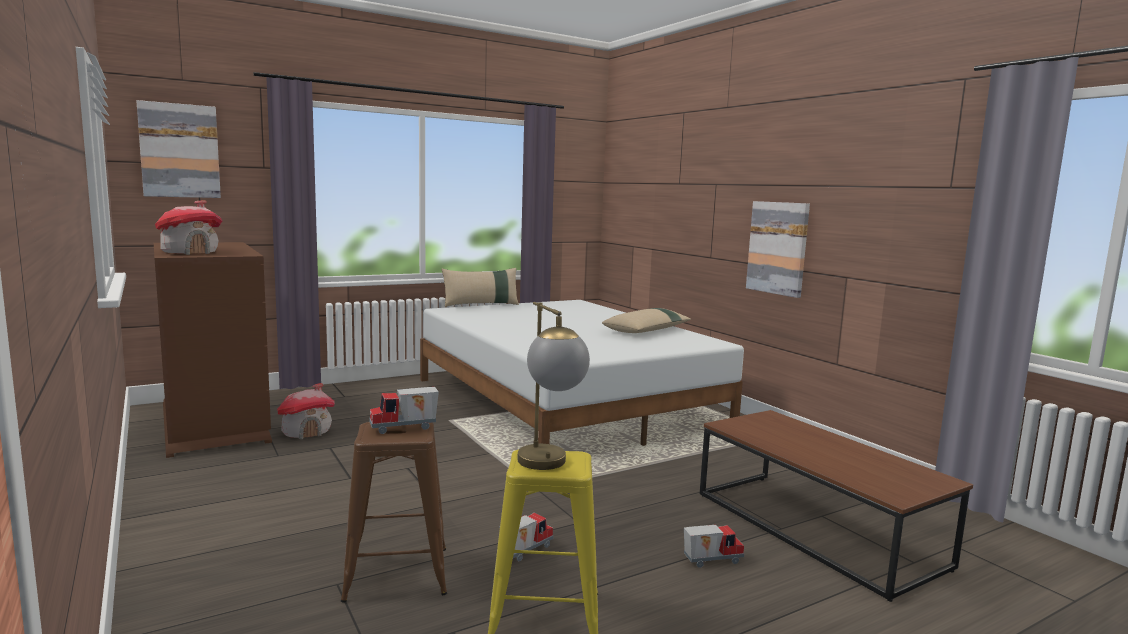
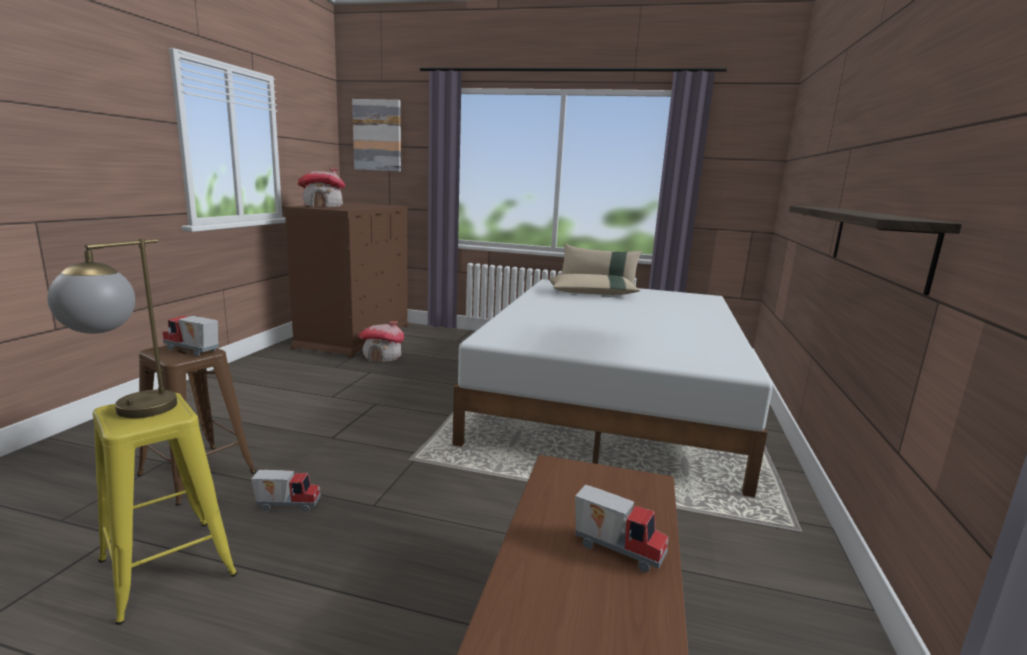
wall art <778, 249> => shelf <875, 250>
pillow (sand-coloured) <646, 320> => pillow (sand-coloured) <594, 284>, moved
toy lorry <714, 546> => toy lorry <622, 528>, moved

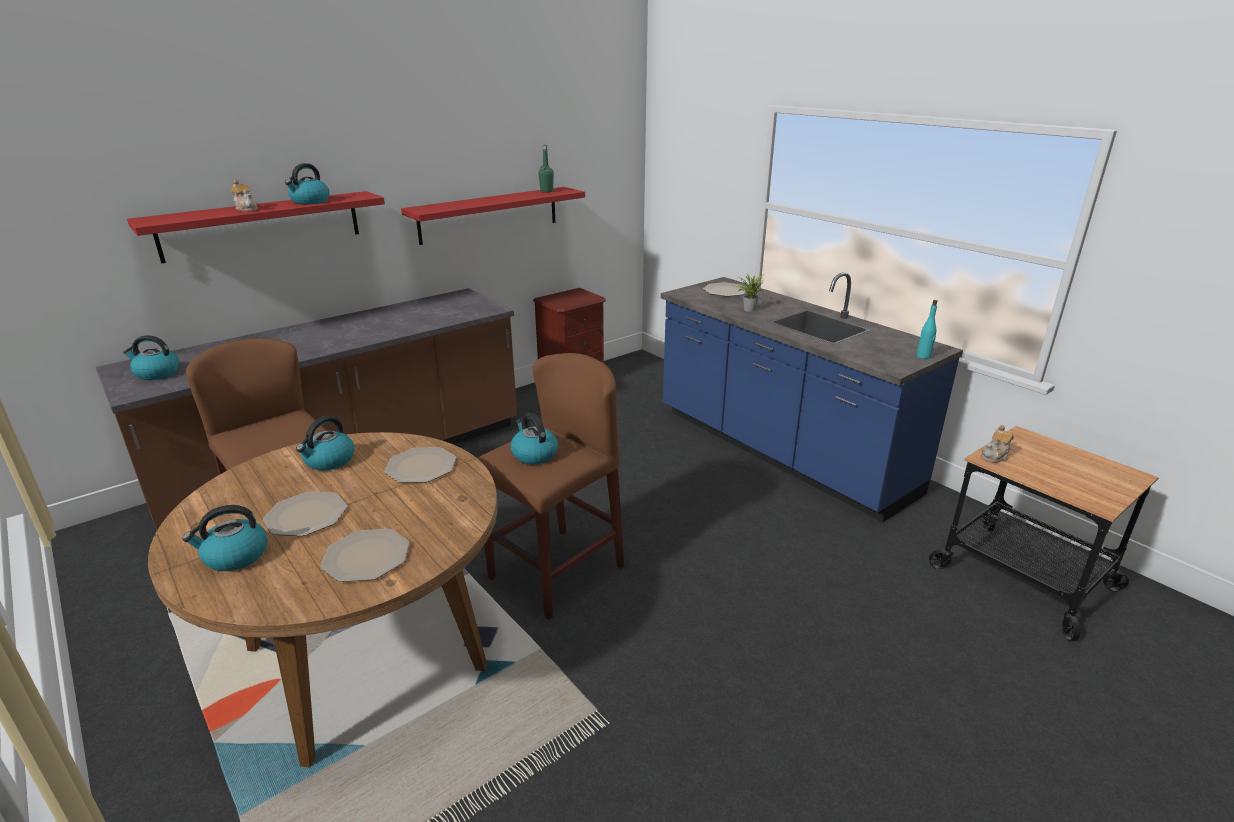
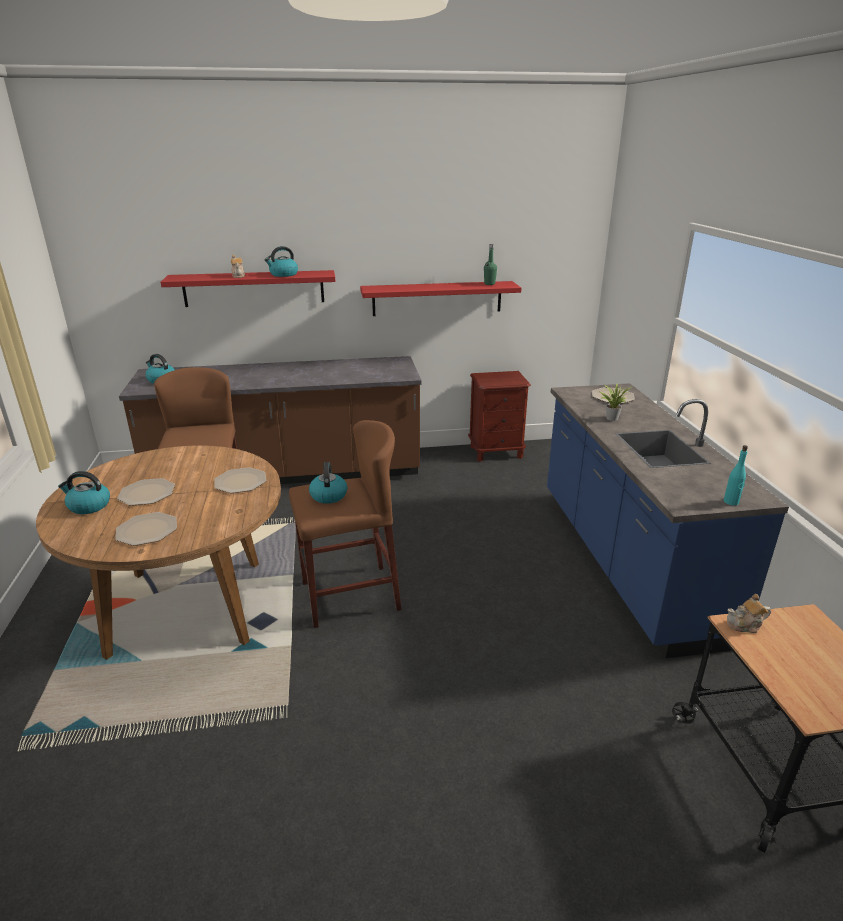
kettle <325, 443> => nothing

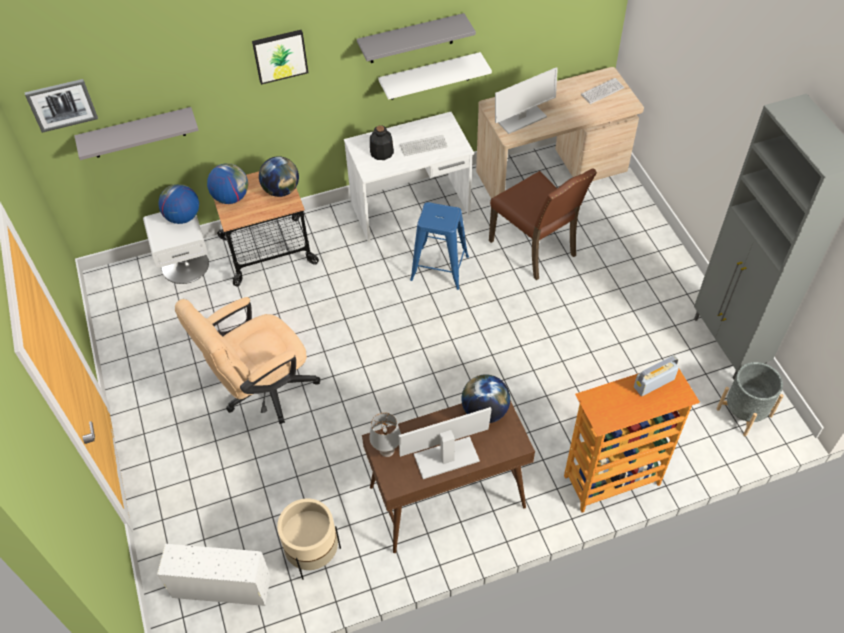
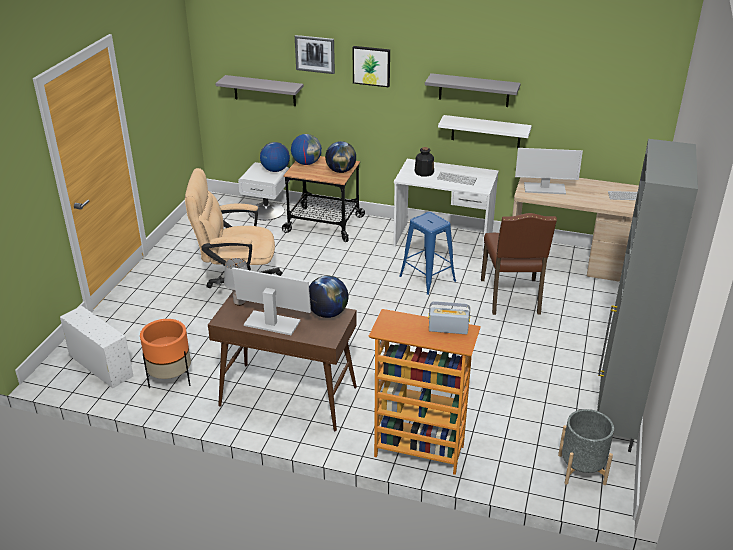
wall art <61, 106> => wall art <315, 54>, moved
planter (sand-coloured) <309, 538> => planter (orangey) <165, 353>

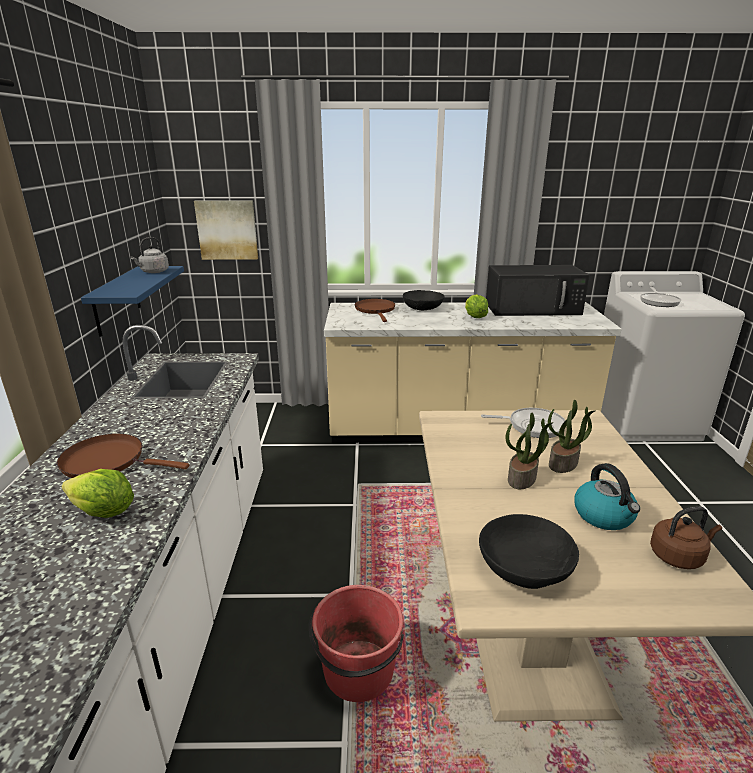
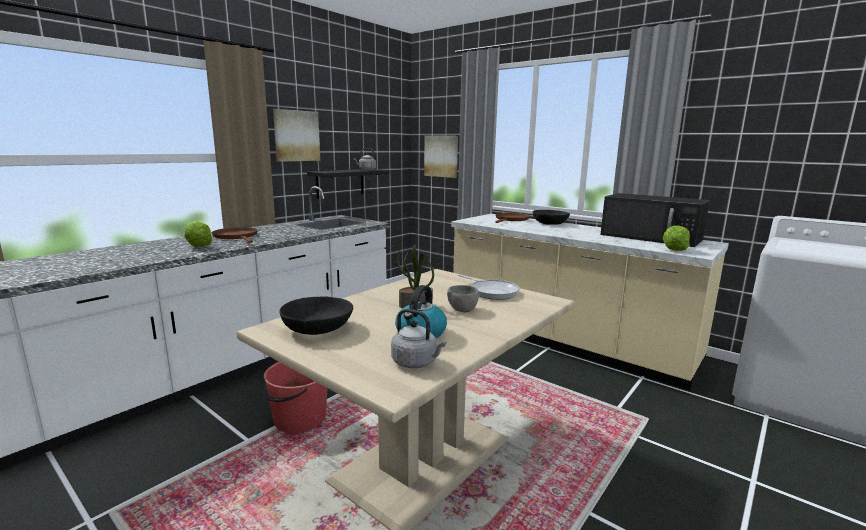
shelf (blue) <132, 301> => shelf (black) <348, 184>
skillet <660, 297> => nothing
lettuce <476, 306> => lettuce <676, 238>, moved
potted plant <571, 436> => serving bowl (grey) <463, 298>
kettle (brownish) <686, 537> => kettle (grey) <418, 338>
nothing => wall art <296, 135>

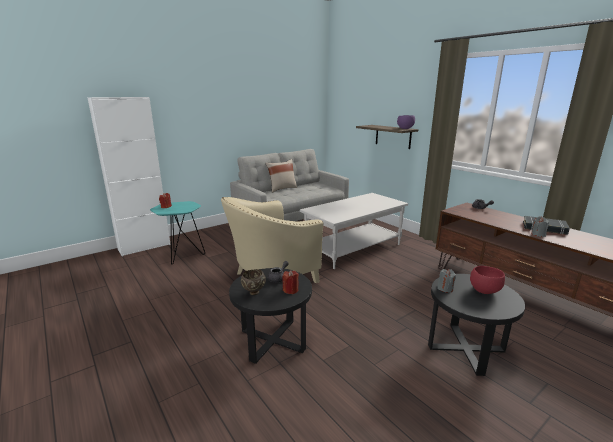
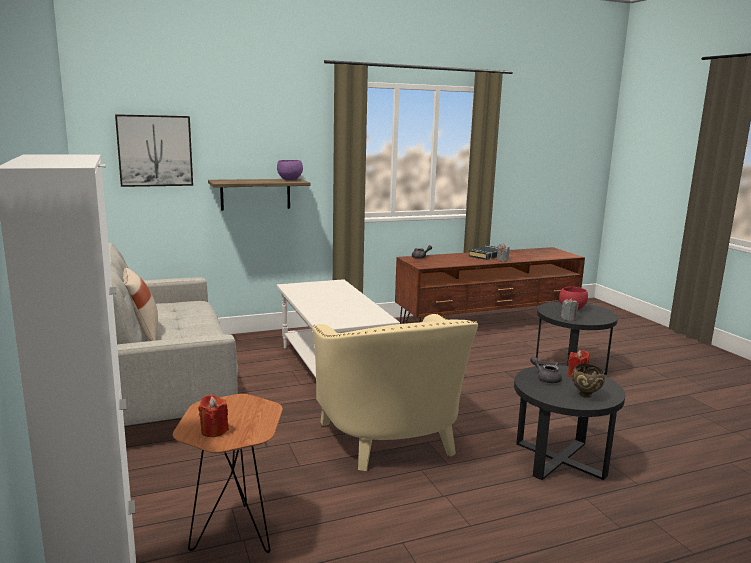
end table (blue-green) <177, 232> => end table (brownish) <228, 473>
nothing => wall art <154, 150>

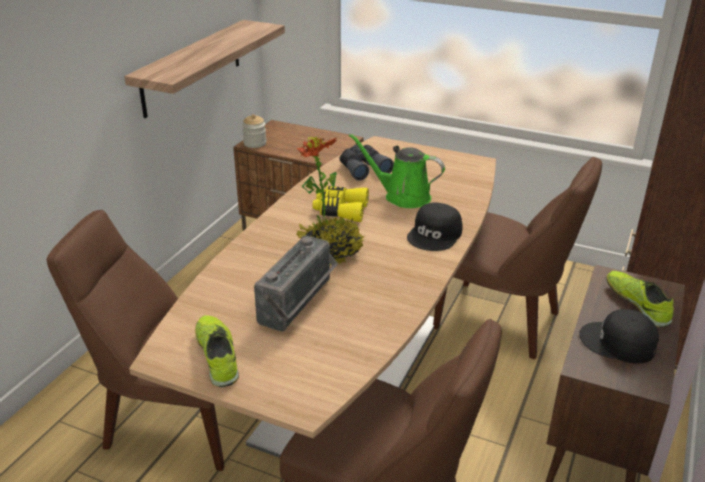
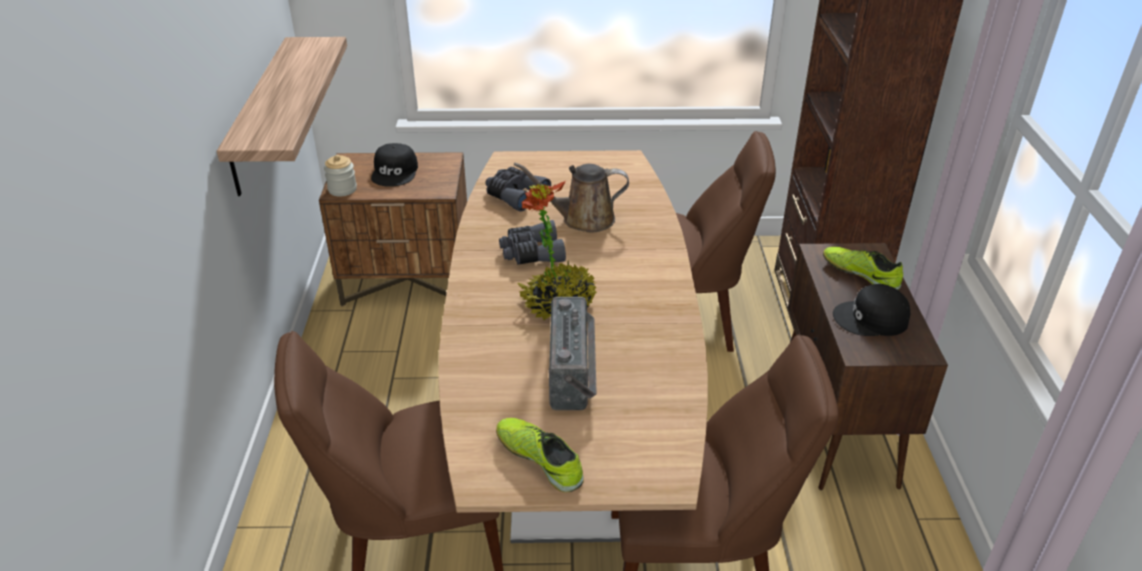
watering can (green-coloured) <396, 171> => watering can (brownish) <571, 197>
binoculars (yellow) <341, 204> => binoculars (grey) <532, 242>
peaked cap (black) <435, 226> => peaked cap (black) <394, 165>, moved

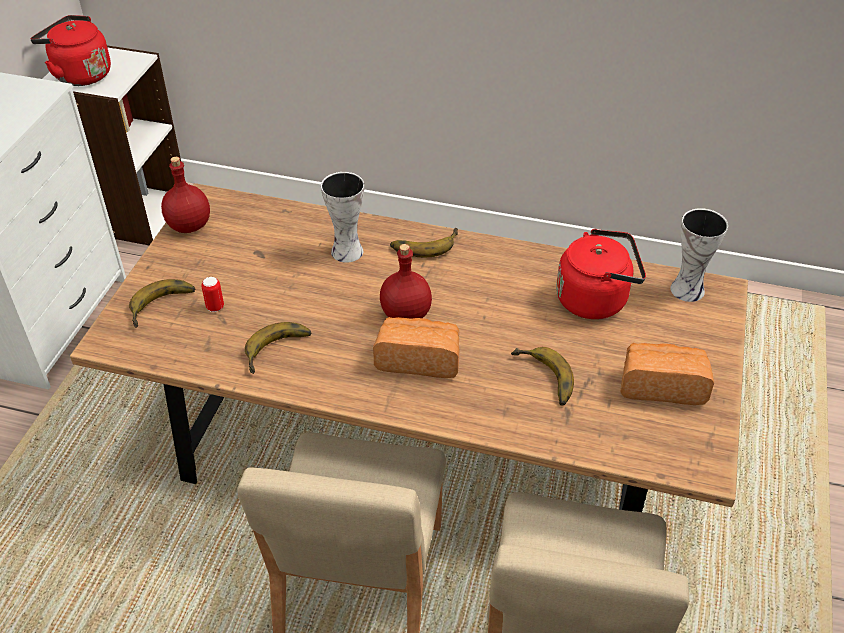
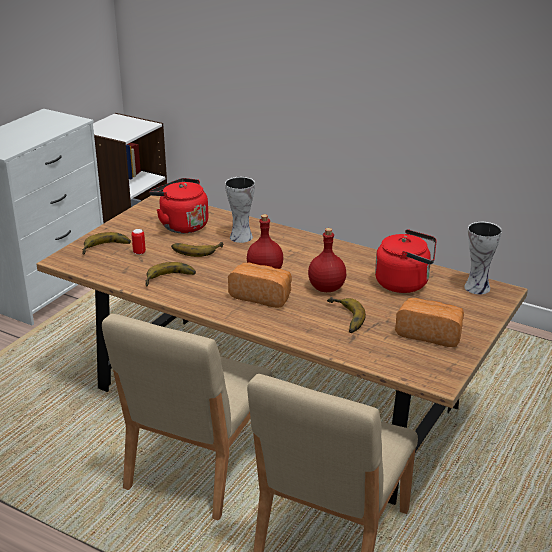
kettle (reddish) <70, 50> => kettle (reddish) <179, 205>, moved
beverage bottle (reddish) <185, 195> => beverage bottle (reddish) <327, 260>, moved
banana fruit <424, 242> => banana fruit <197, 249>, moved

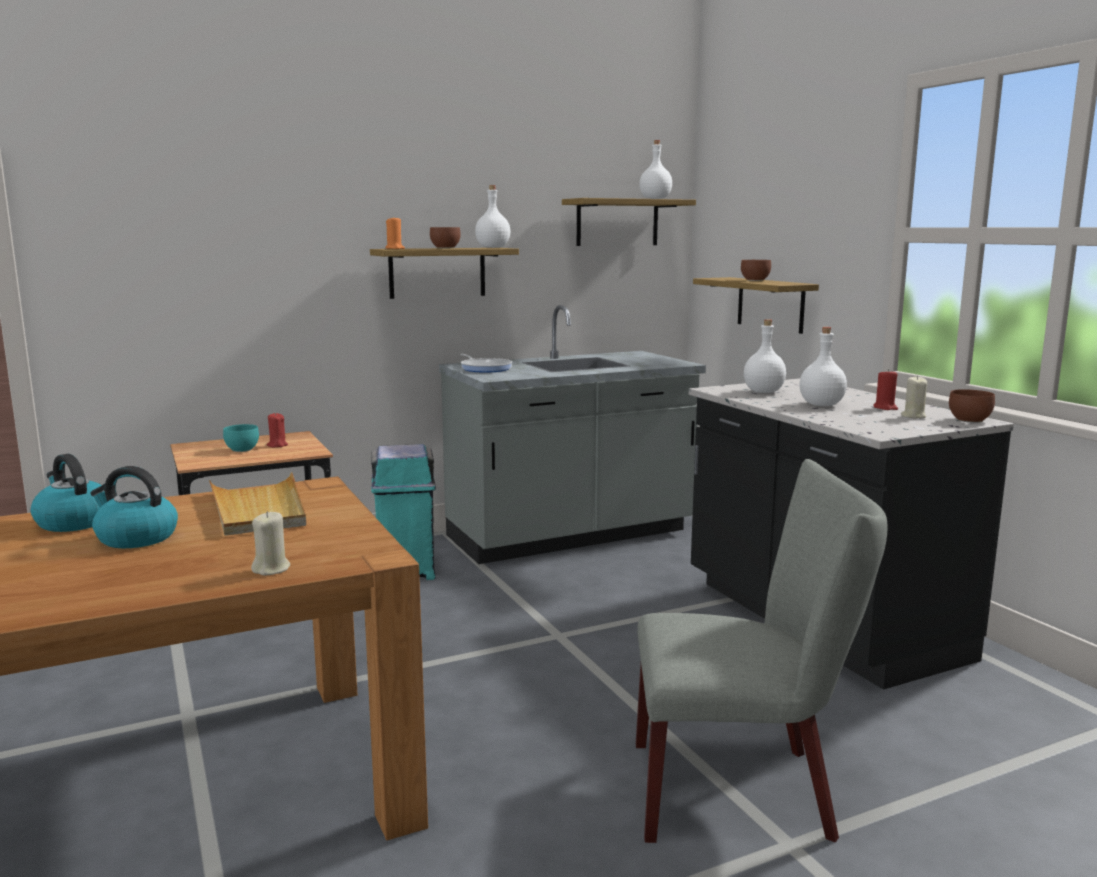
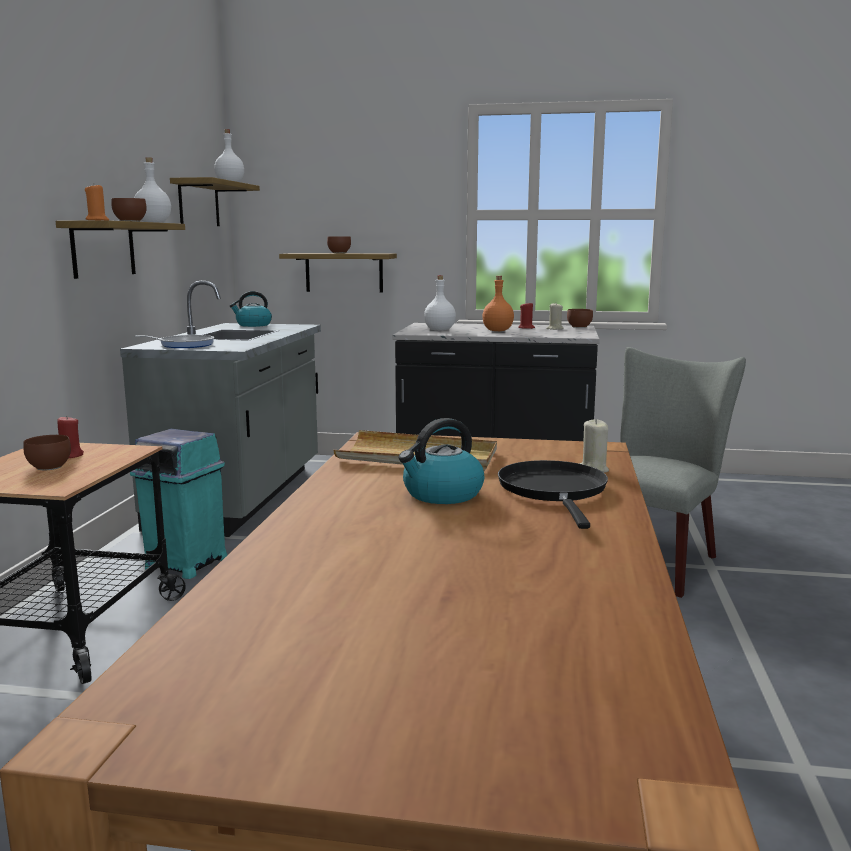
beverage bottle (white-coloured) <823, 366> => beverage bottle (orangey) <498, 303>
serving bowl (blue-green) <241, 438> => serving bowl (brownish) <47, 452>
kettle <66, 493> => kettle <251, 309>, moved
nothing => skillet (black) <553, 494>

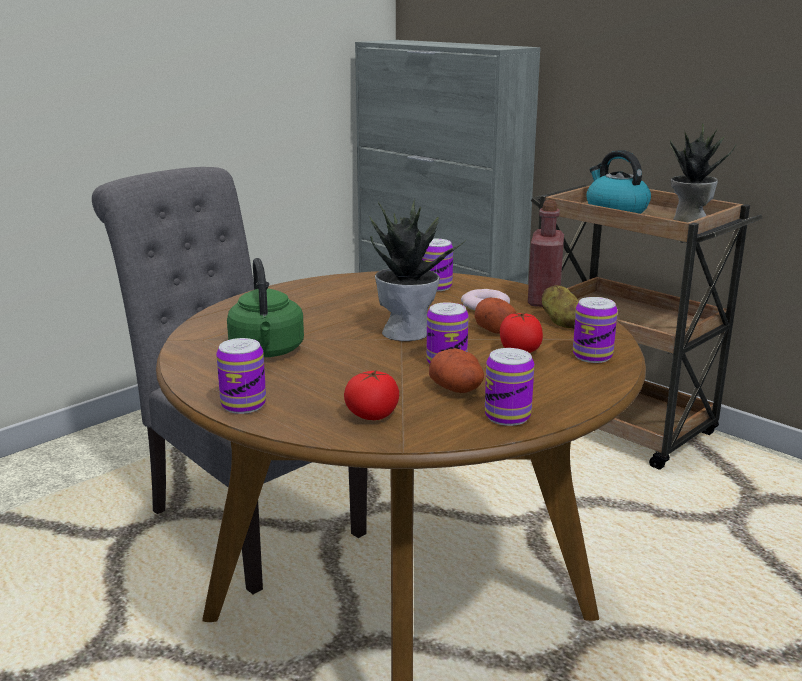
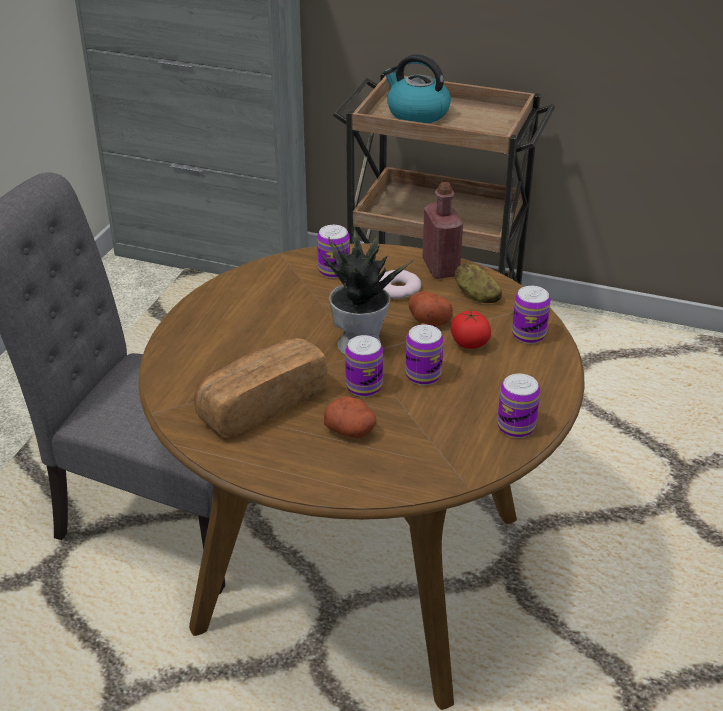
potted plant <703, 173> => nothing
kettle (green-coloured) <265, 307> => baked bread <260, 387>
sealed can <241, 376> => sealed can <364, 366>, moved
spud <456, 370> => spud <350, 417>, moved
tomato <371, 394> => nothing

